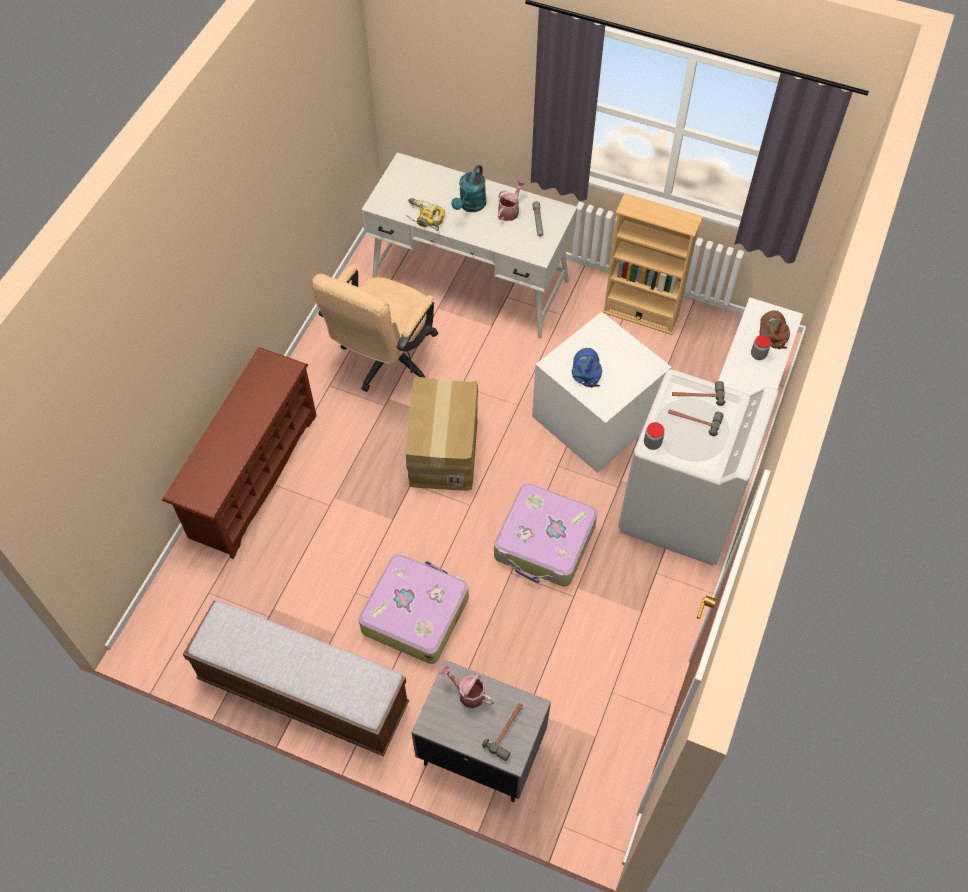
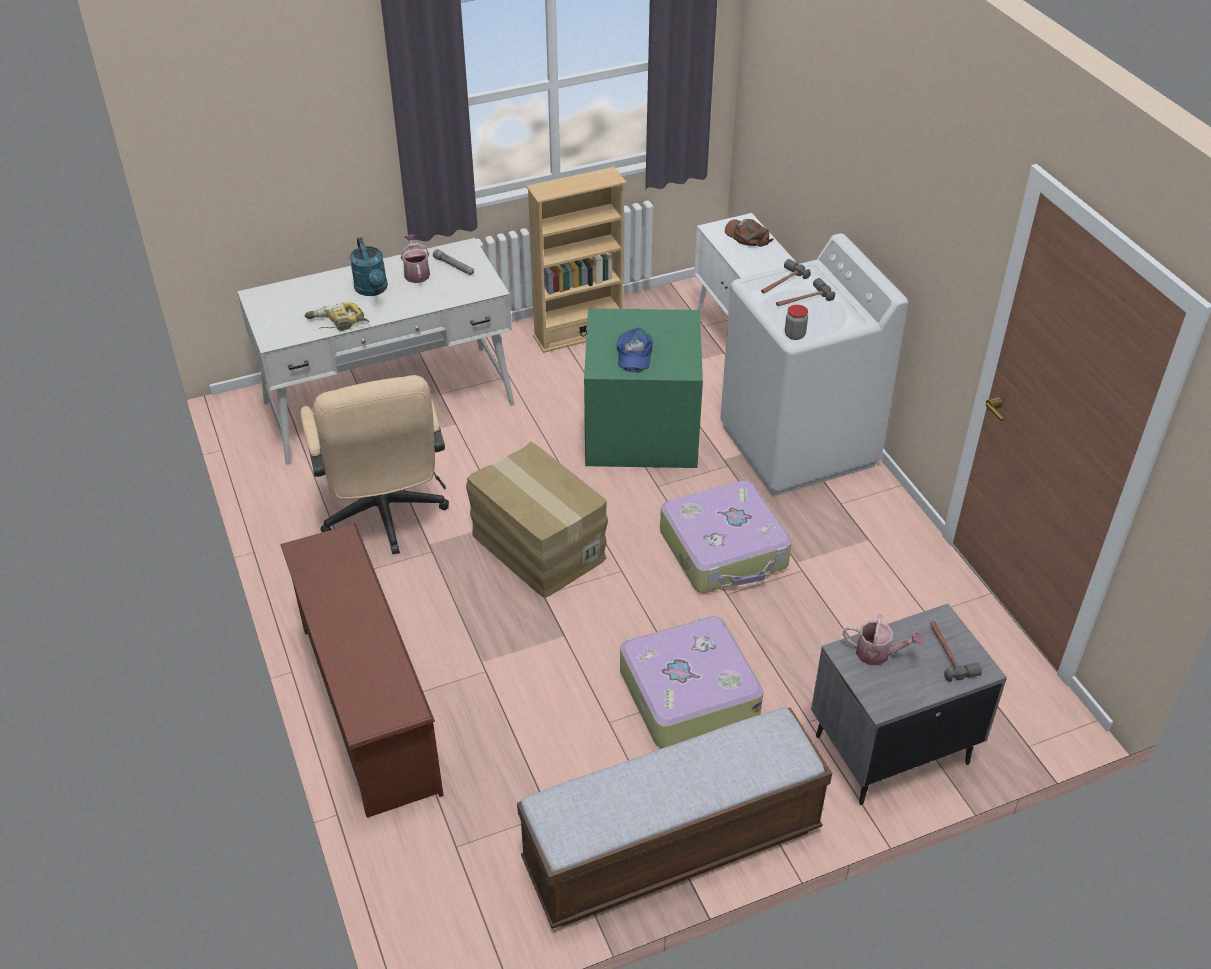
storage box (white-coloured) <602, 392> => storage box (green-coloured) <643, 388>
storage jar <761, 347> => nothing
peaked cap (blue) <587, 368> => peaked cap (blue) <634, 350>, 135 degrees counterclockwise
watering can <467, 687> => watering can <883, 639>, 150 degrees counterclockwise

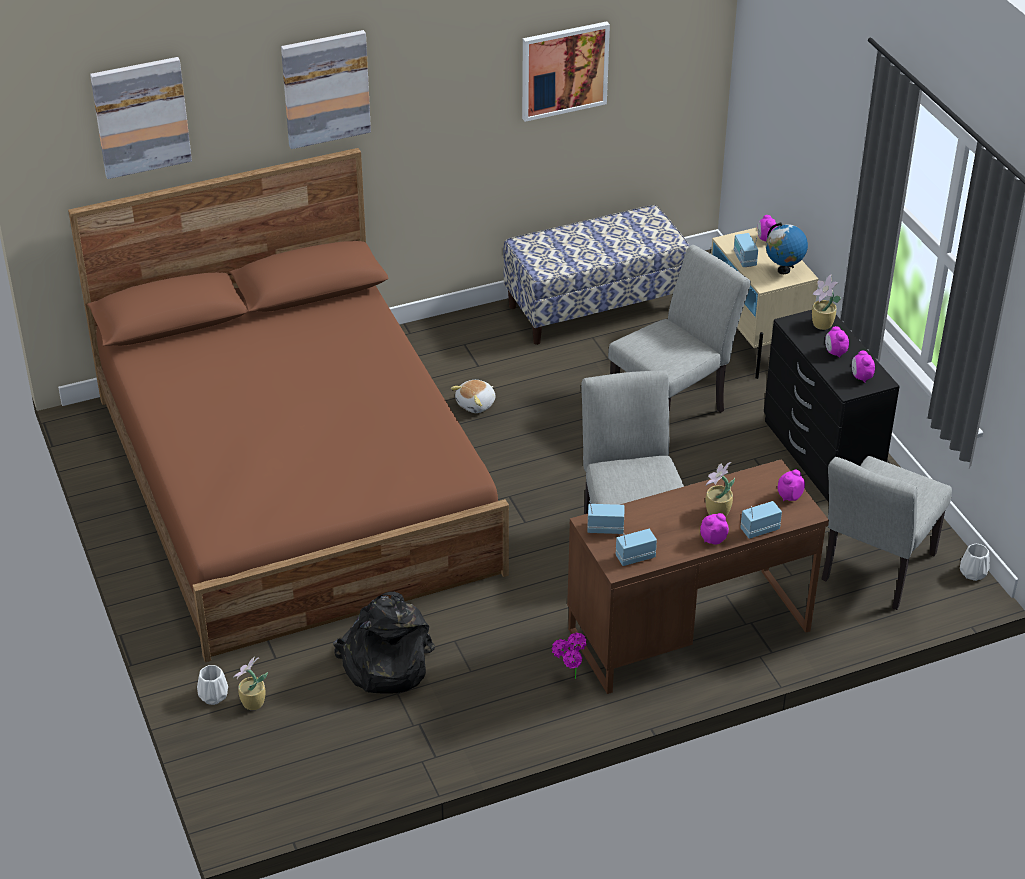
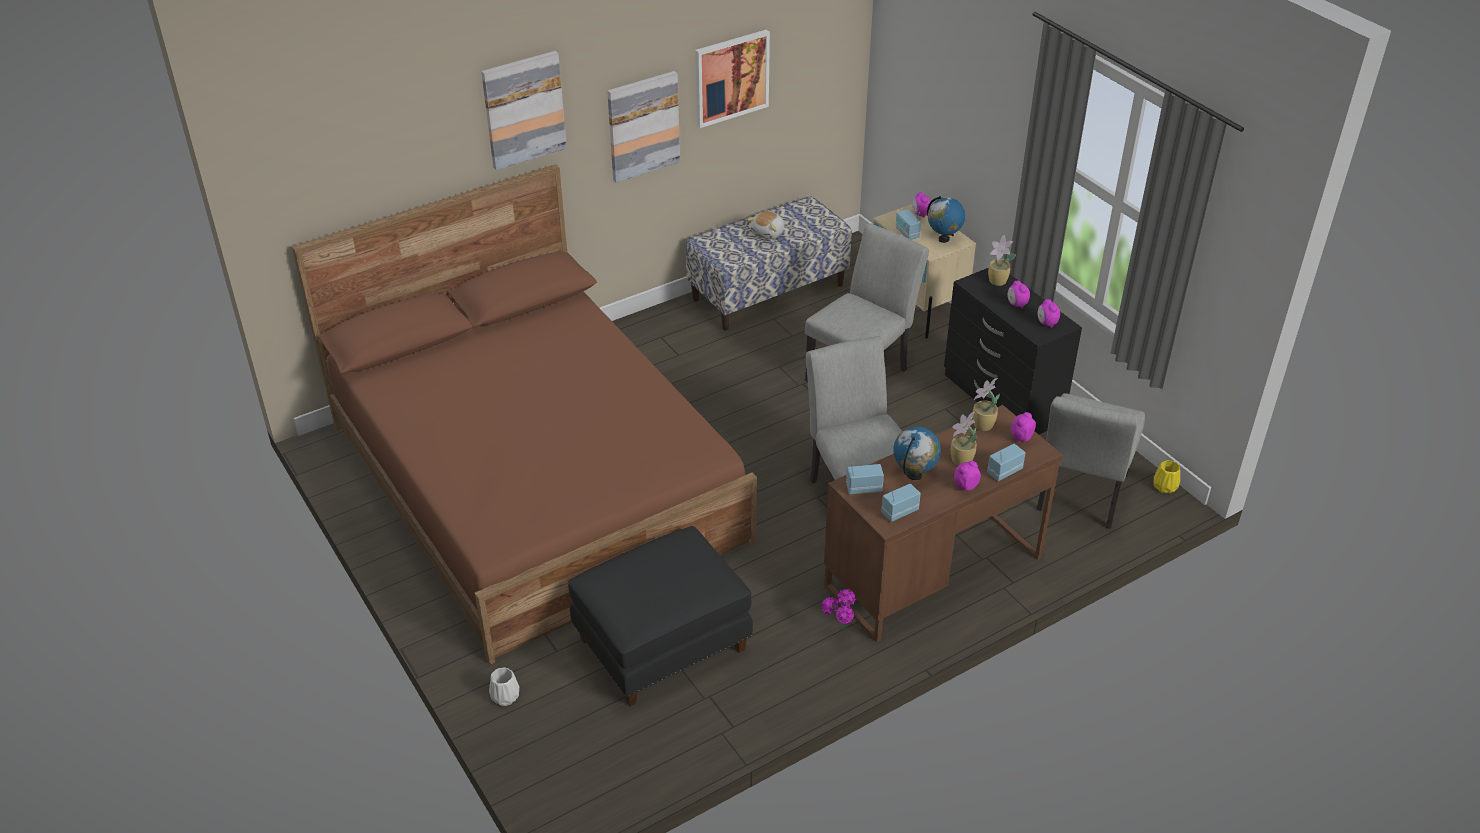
wall art <141, 118> => wall art <643, 127>, moved
plush toy <473, 396> => plush toy <766, 225>, moved
vase (white-coloured) <975, 562> => vase (yellow) <1167, 477>
backpack (black) <384, 643> => footrest (black) <660, 616>
potted plant <250, 683> => potted plant <986, 404>, moved
nothing => desk globe <917, 453>

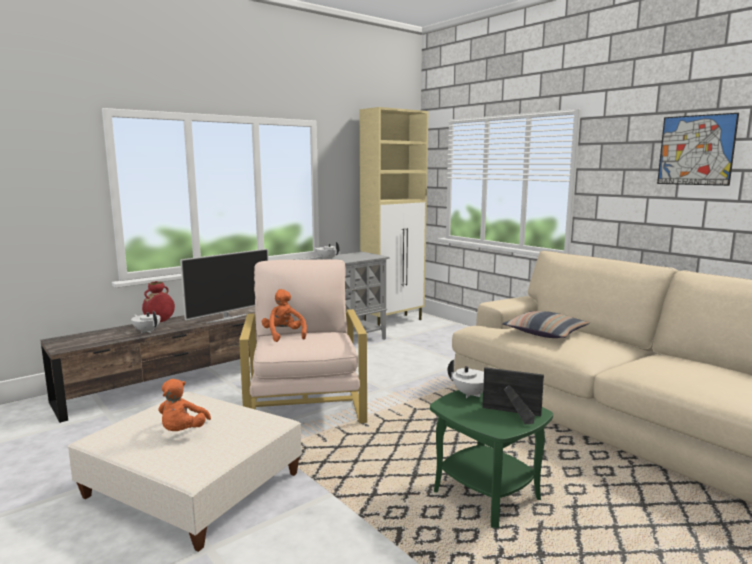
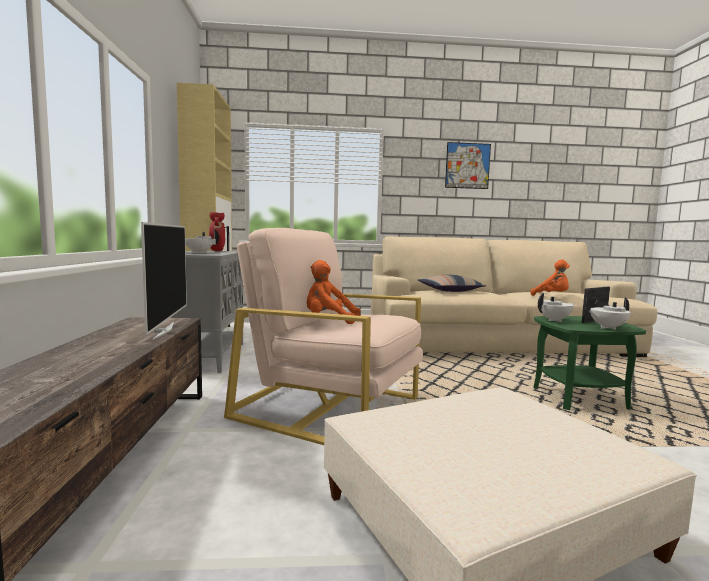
vase (reddish) <158, 301> => vase (reddish) <217, 231>, moved
tea pot (white-coloured) <146, 322> => tea pot (white-coloured) <610, 313>, moved
plush toy (orangey) <184, 405> => plush toy (orangey) <550, 277>, moved

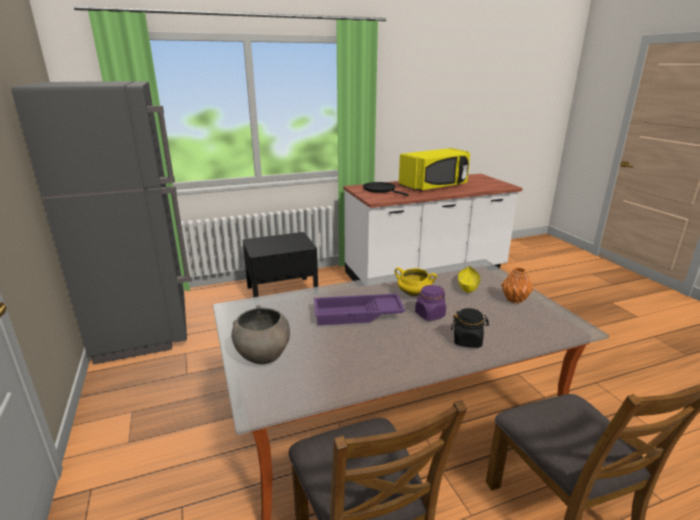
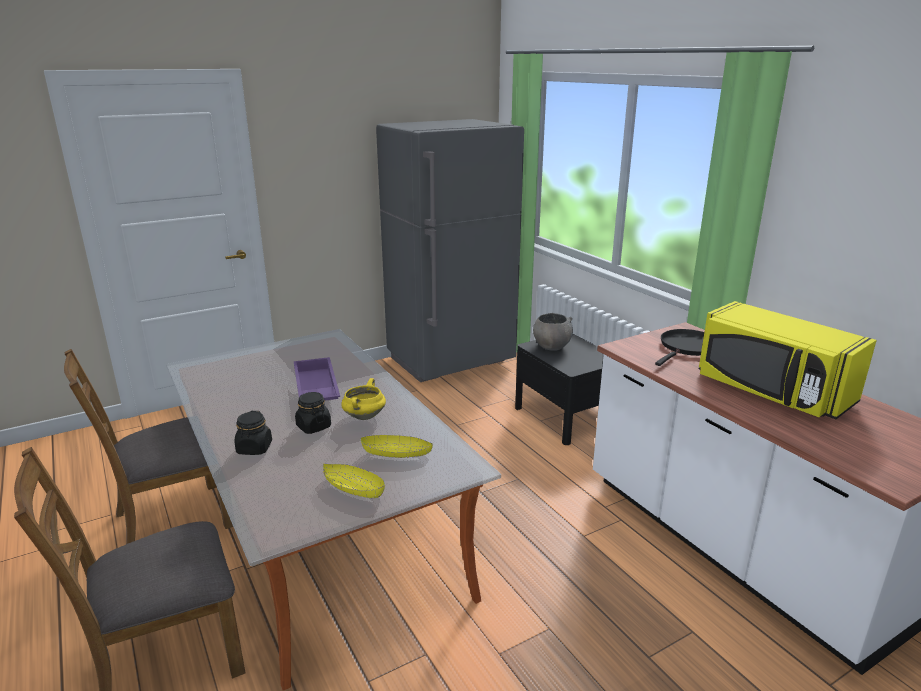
vase (orangey) <517, 286> => serving bowl (yellow) <354, 481>
storage jar (purplish) <430, 303> => storage jar (black) <313, 413>
serving bowl (grey) <260, 334> => serving bowl (grey) <553, 332>, moved

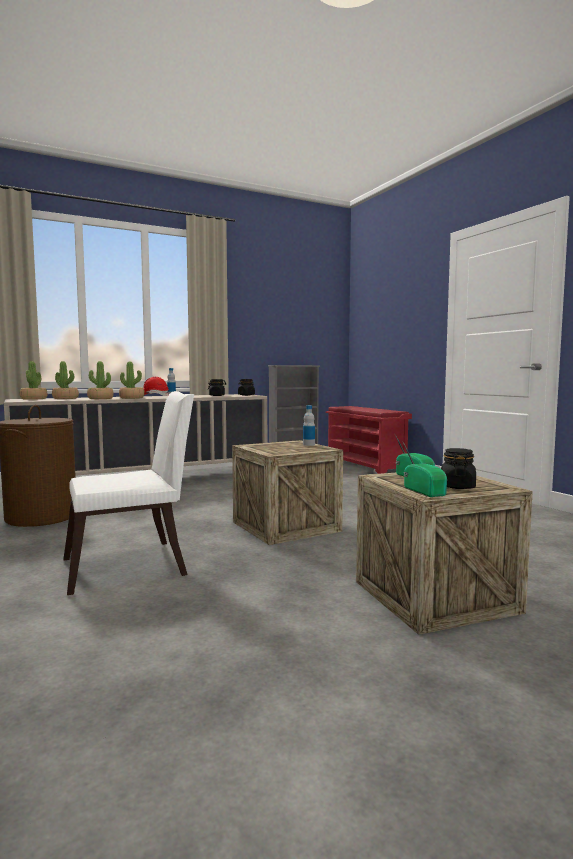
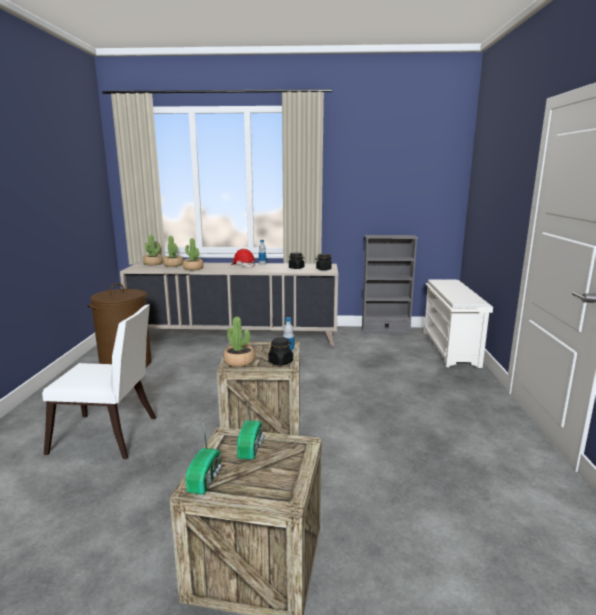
potted plant <131, 380> => potted plant <239, 342>, moved
shoe rack (reddish) <369, 440> => shoe rack (white-coloured) <458, 323>
storage jar (black) <458, 468> => storage jar (black) <280, 351>, moved

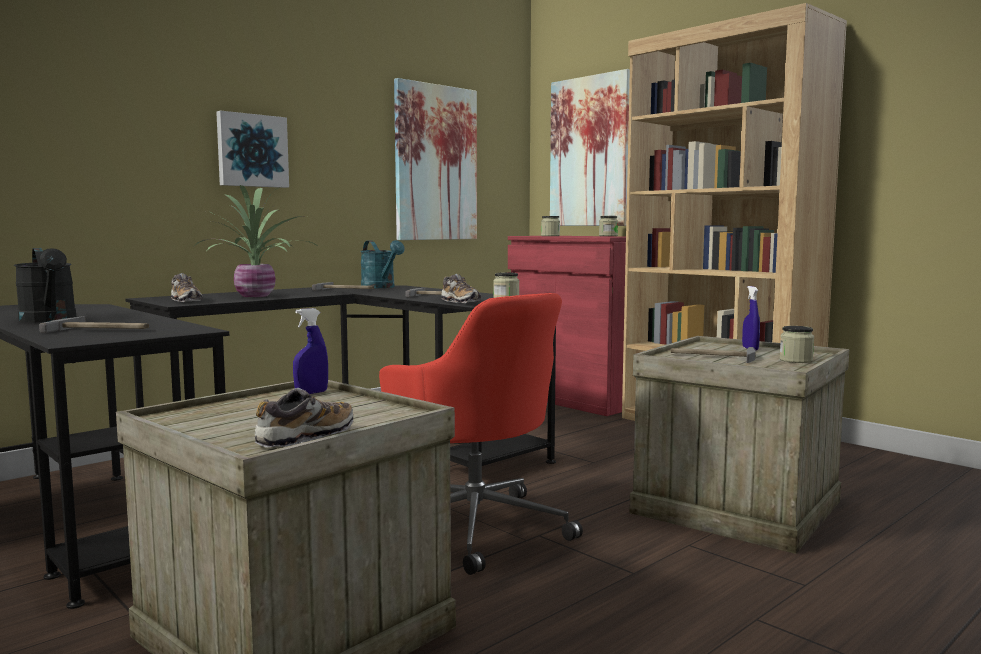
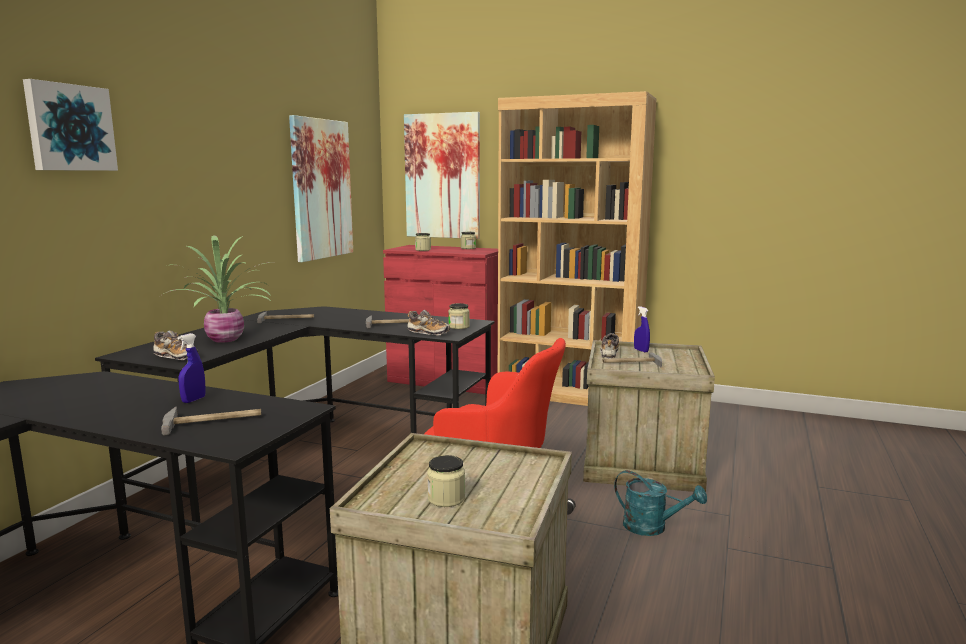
wall art <252, 149> => wall art <70, 125>, moved
watering can (blue-green) <383, 264> => watering can (blue-green) <660, 503>, moved
watering can (black) <45, 285> => nothing
hand sprayer (blue) <310, 351> => hand sprayer (blue) <191, 368>, moved
storage jar <796, 344> => storage jar <446, 481>, moved
item of footwear <304, 417> => item of footwear <609, 346>, moved

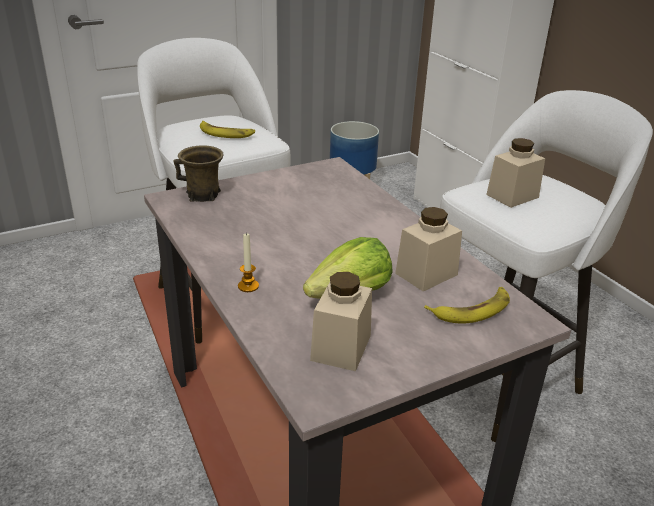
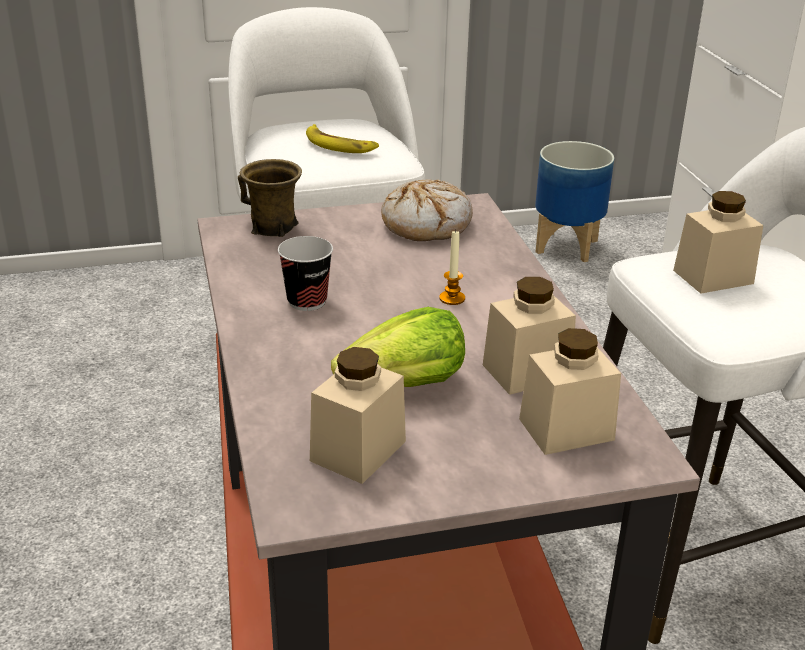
candle <248, 262> => candle <452, 267>, moved
banana fruit <467, 305> => storage jar (sand-coloured) <570, 391>
nothing => baked bread <427, 210>
nothing => cup <305, 273>

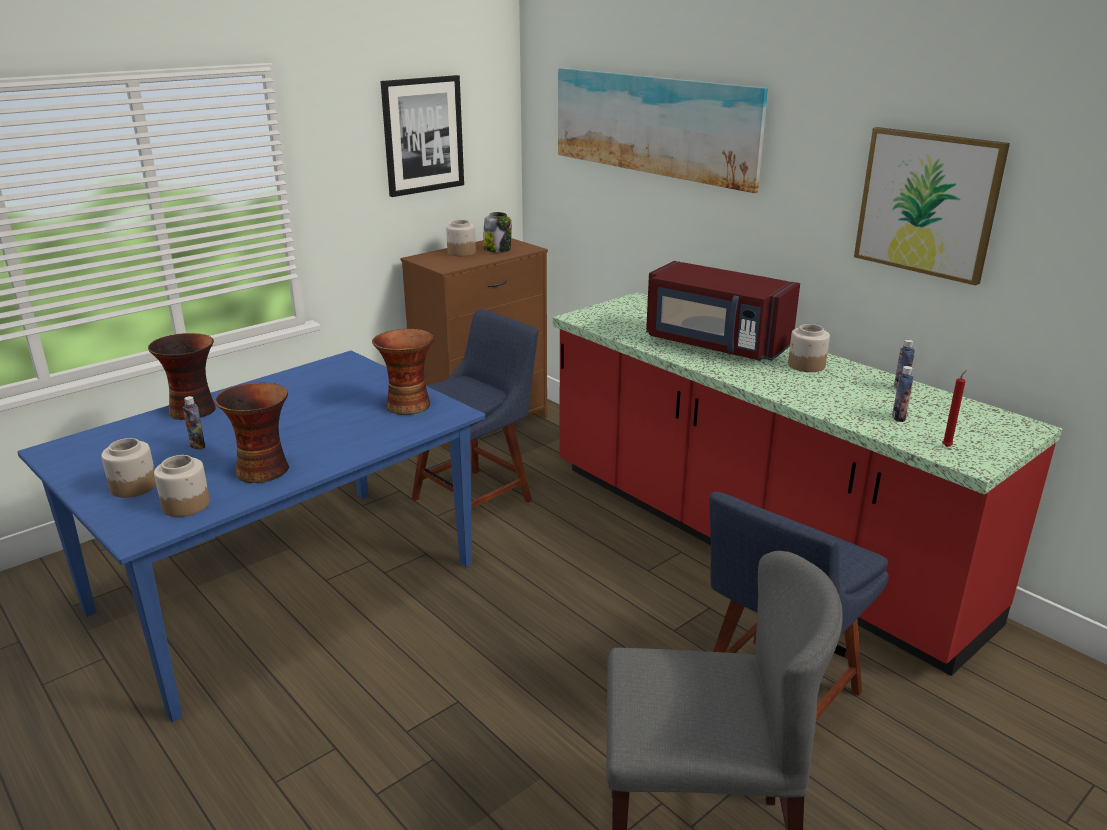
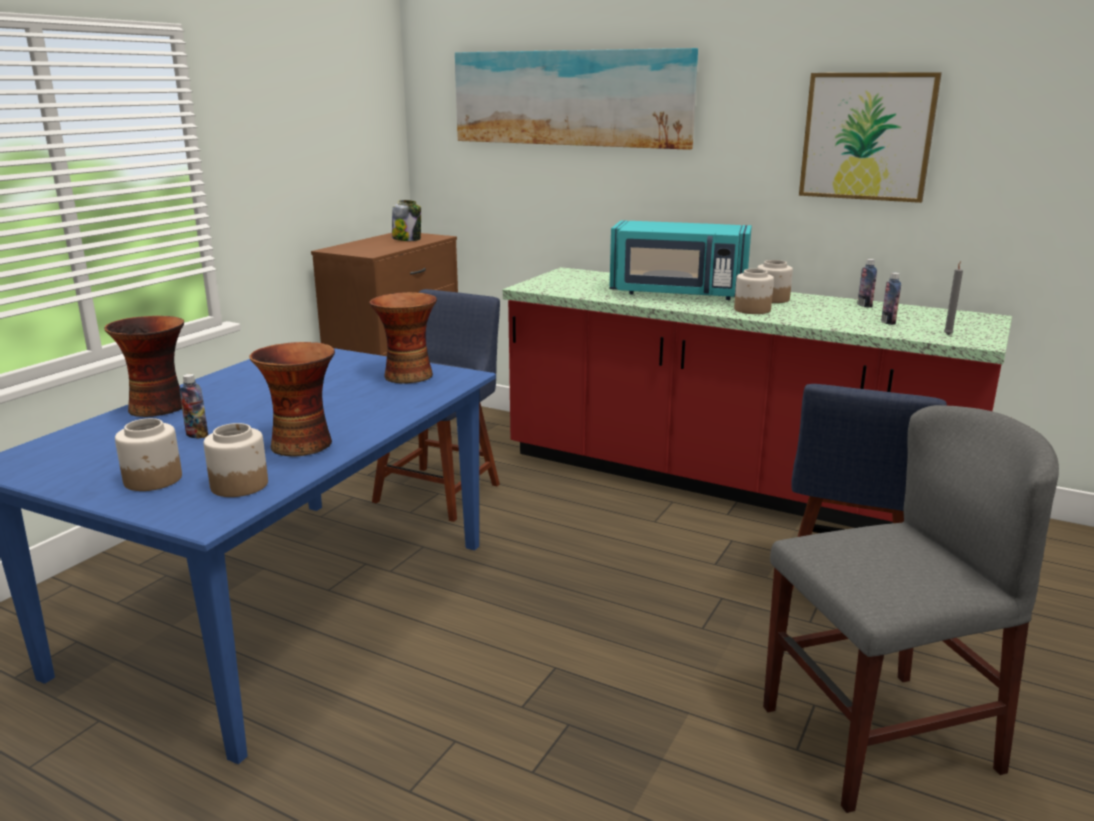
wall art <422, 136> => nothing
storage jar <461, 238> => storage jar <754, 291>, moved
kitchen microwave (reddish) <723, 311> => kitchen microwave (blue-green) <681, 260>
candle (reddish) <954, 408> => candle (grey) <953, 298>

